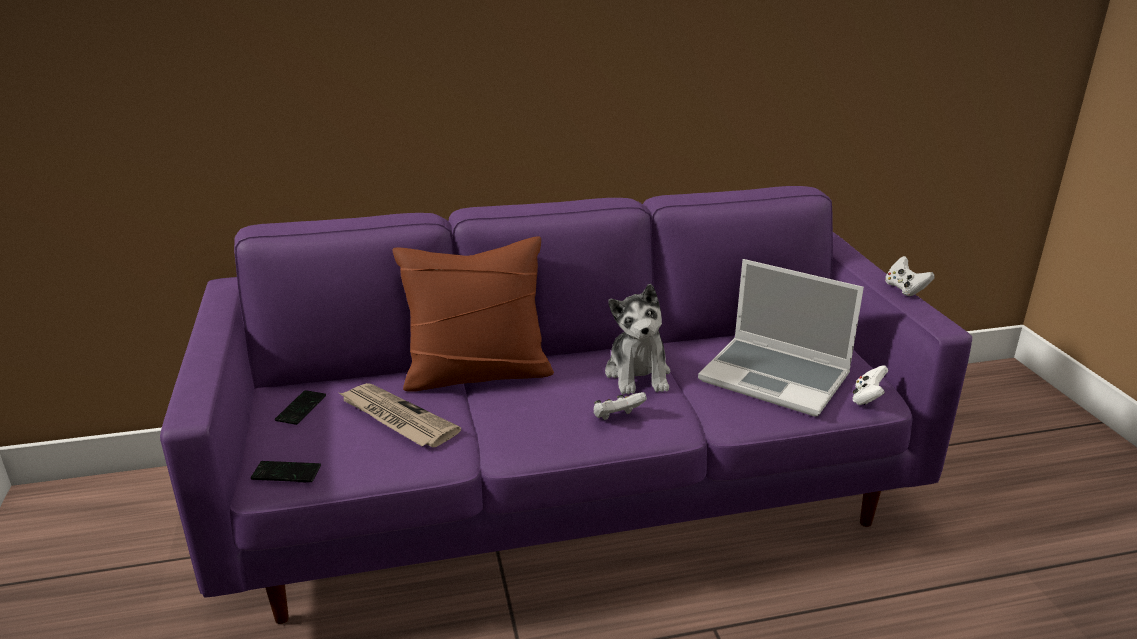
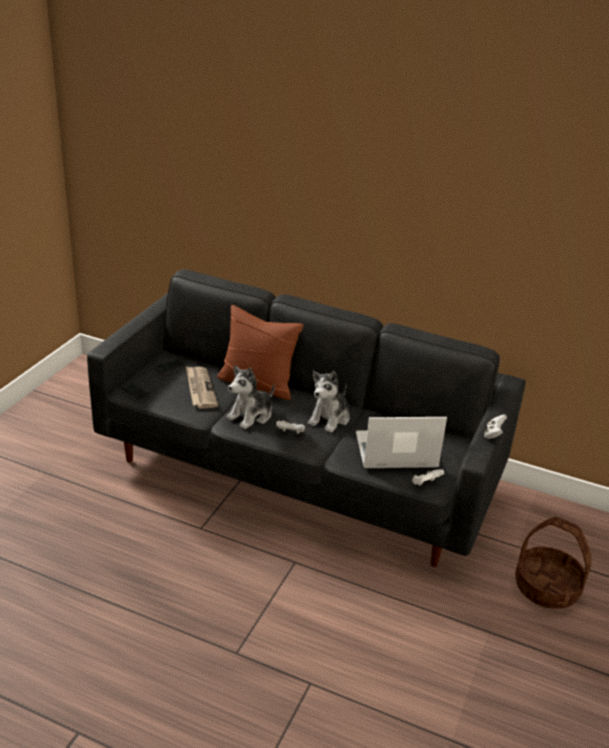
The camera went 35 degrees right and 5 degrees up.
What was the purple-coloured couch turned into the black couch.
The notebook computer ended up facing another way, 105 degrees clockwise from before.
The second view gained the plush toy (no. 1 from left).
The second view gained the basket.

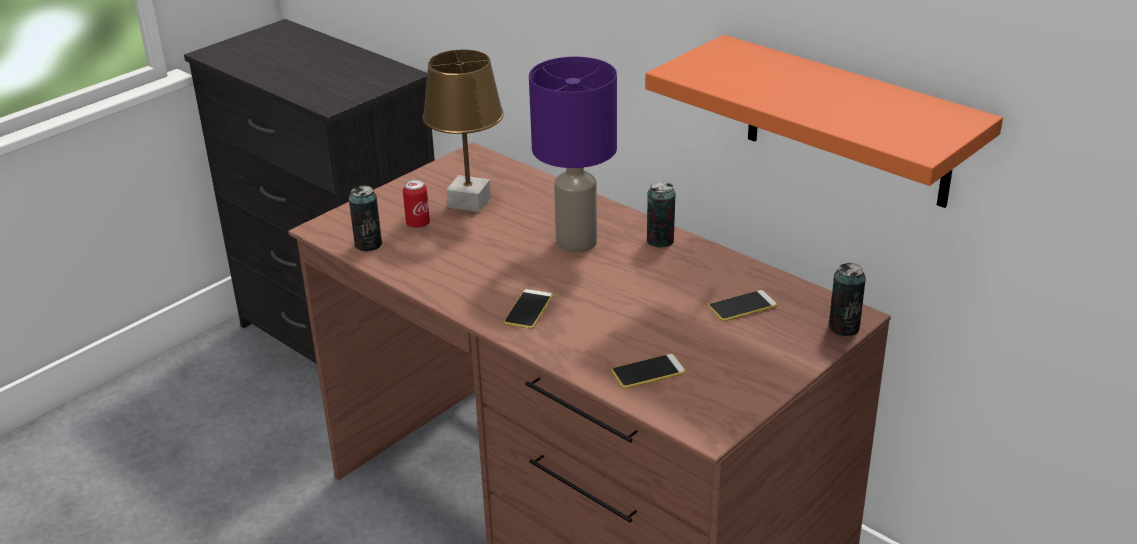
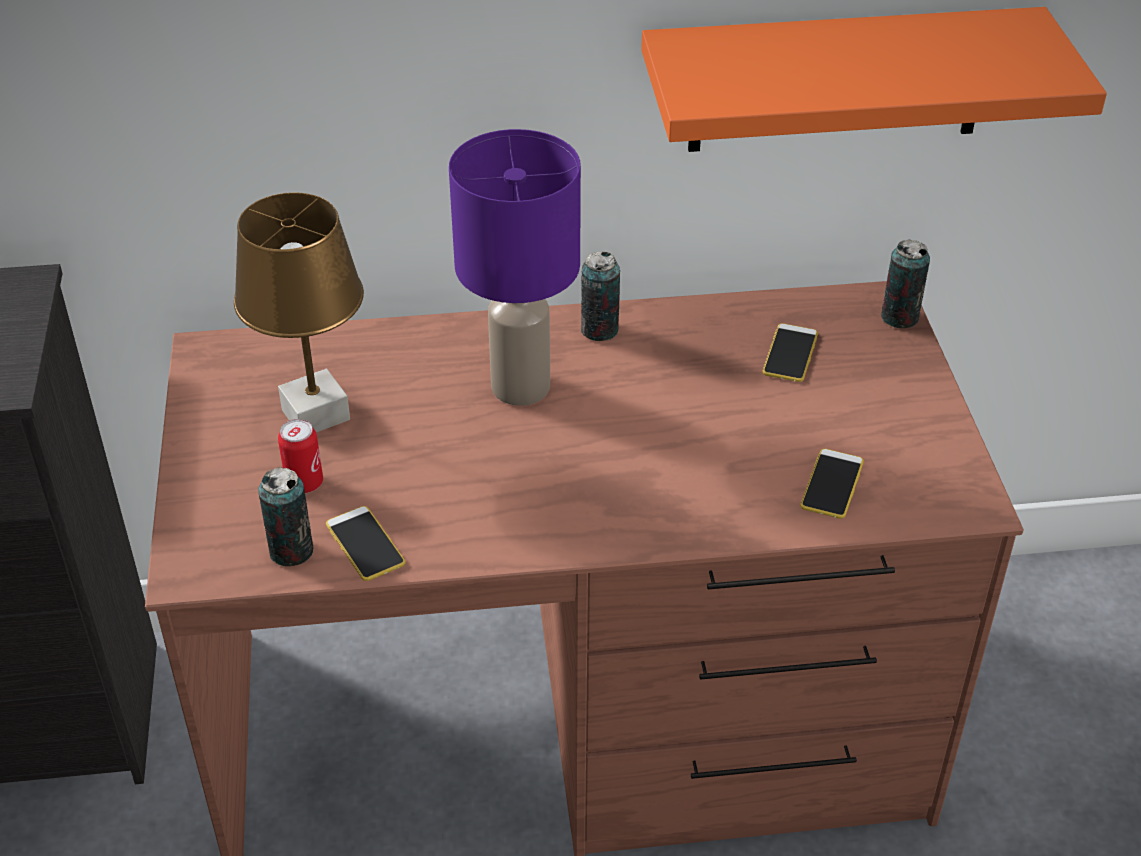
The camera went 50 degrees left and 10 degrees up.
The telephone (no. 1 from left) ended up elsewhere.

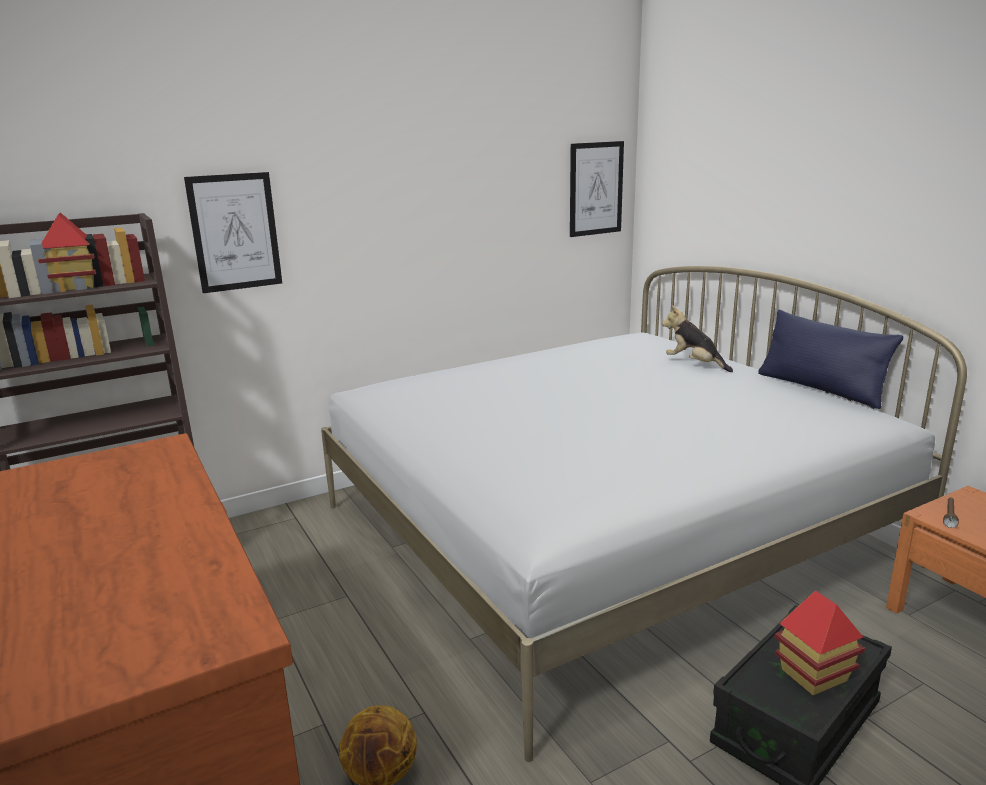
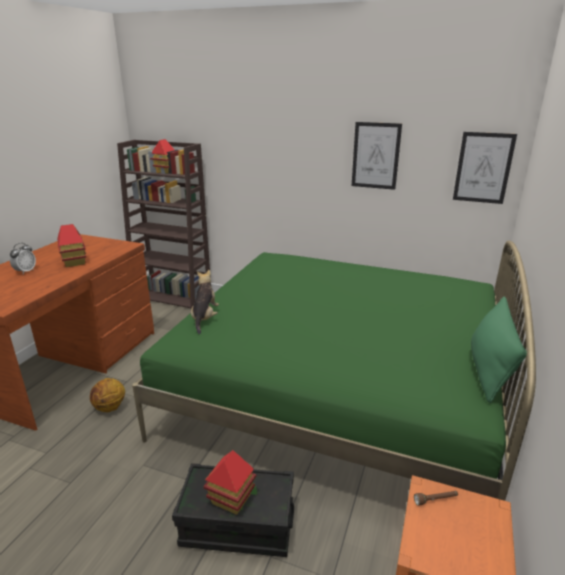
The camera went 50 degrees right and 5 degrees up.
The wall art (no. 1 from left) ended up elsewhere.
What was the white-coloured sleeping bed turned into the green sleeping bed.
The plush toy ended up elsewhere.
What was the bluish pillow turned into the green pillow.
The second view gained the model house (no. 1 from left).
The second view gained the bedside clock.

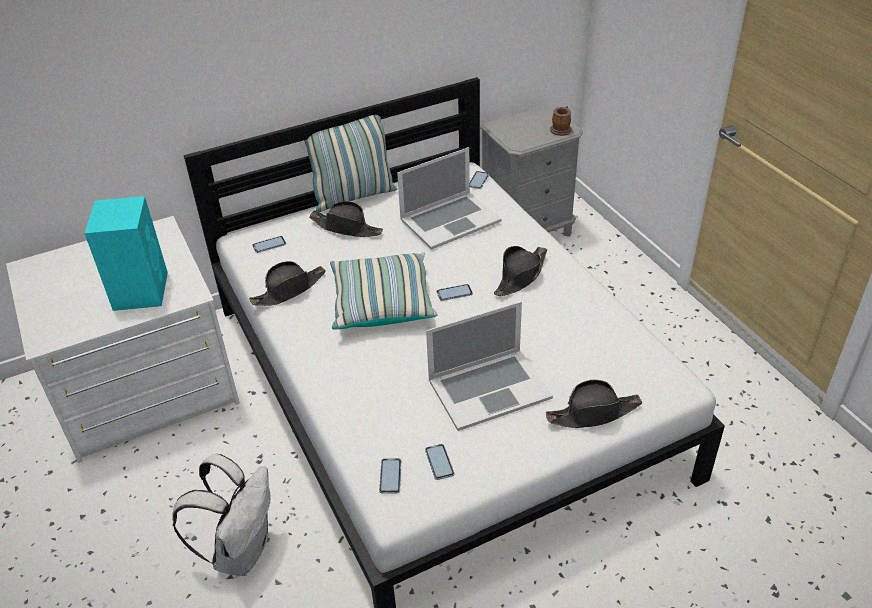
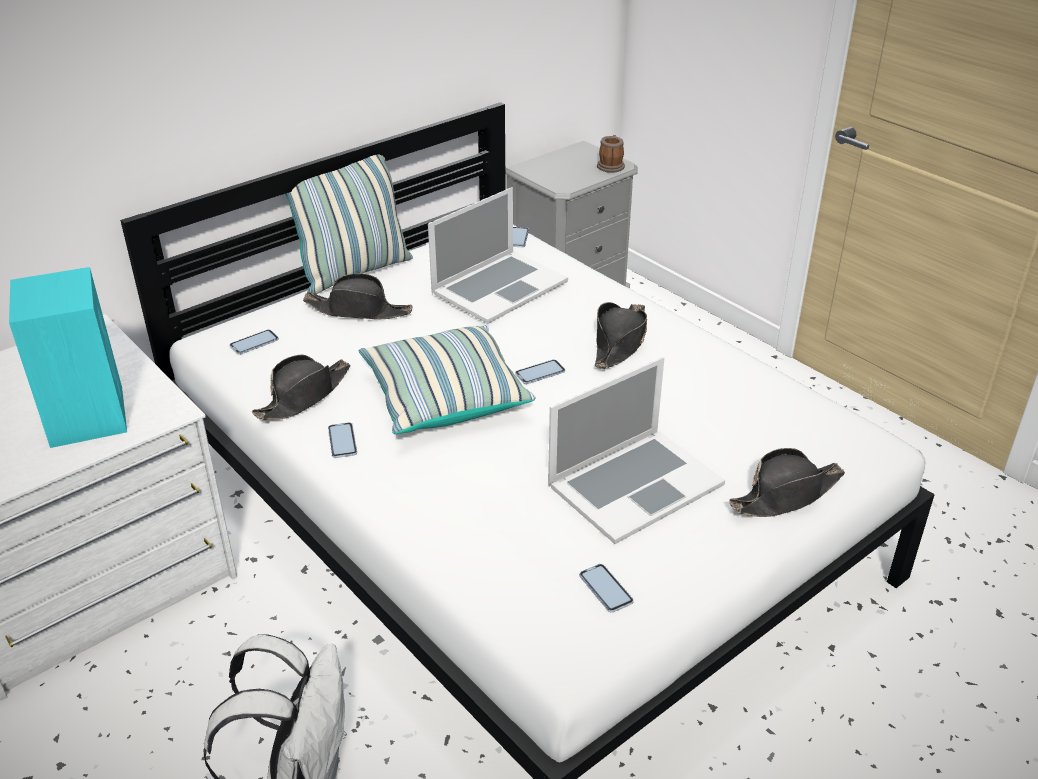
The camera went 15 degrees left and 5 degrees down.
The telephone (no. 2 from left) ended up elsewhere.

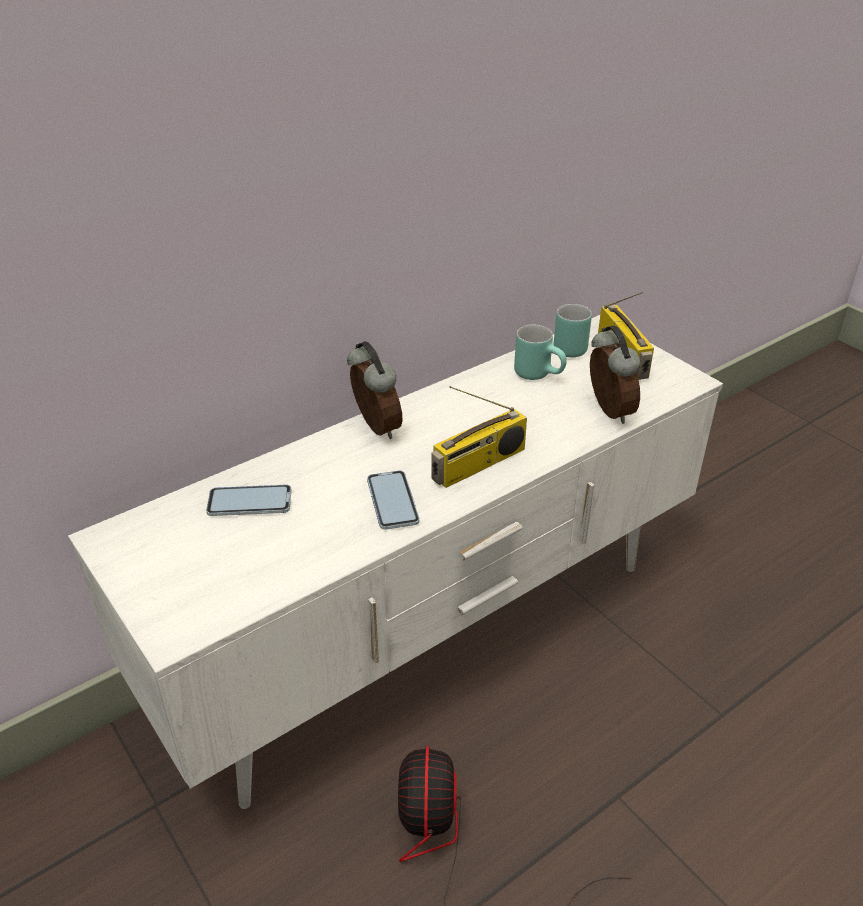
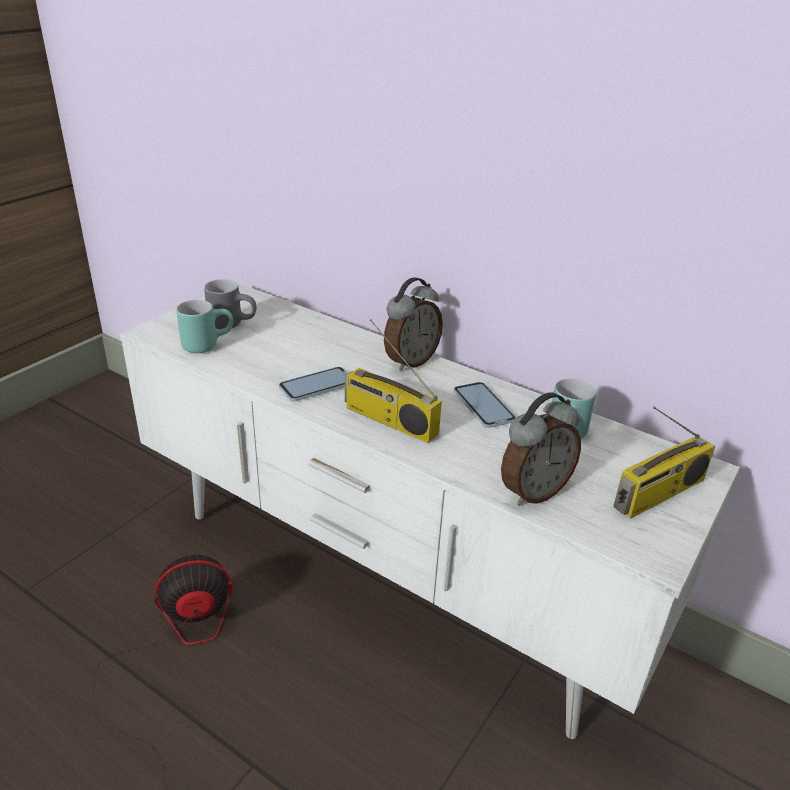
The camera went 70 degrees right and 5 degrees down.
The blue-green tea mug (no. 2 from left in the first image) ended up elsewhere.
The telephone (no. 1 from left in the first image) ended up elsewhere.
The second view gained the grey tea mug.

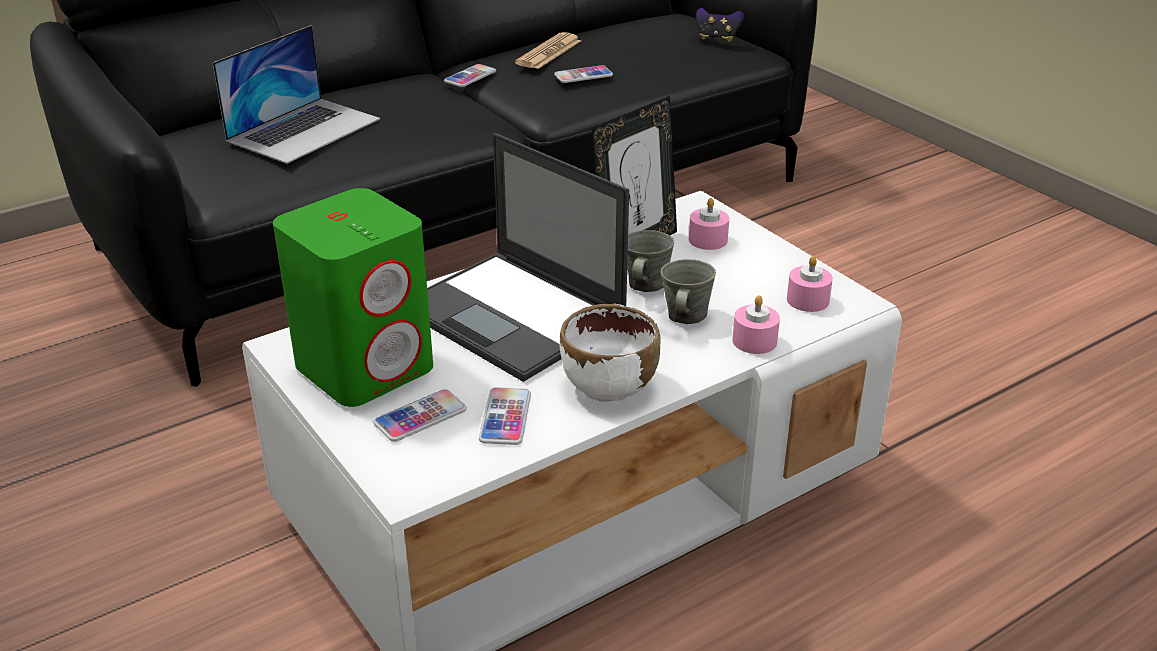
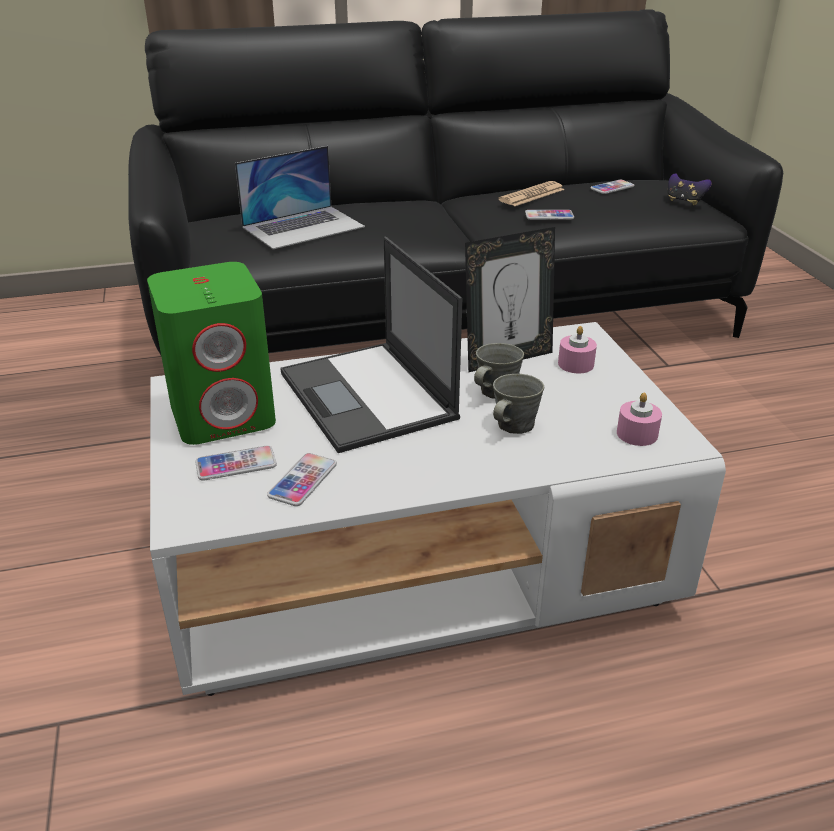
The camera went 20 degrees right and 0 degrees up.
The telephone (no. 2 from left in the first image) ended up elsewhere.
The second view lost the pink-coloured wax light (no. 2 from left).
The second view lost the white-coloured serving bowl.

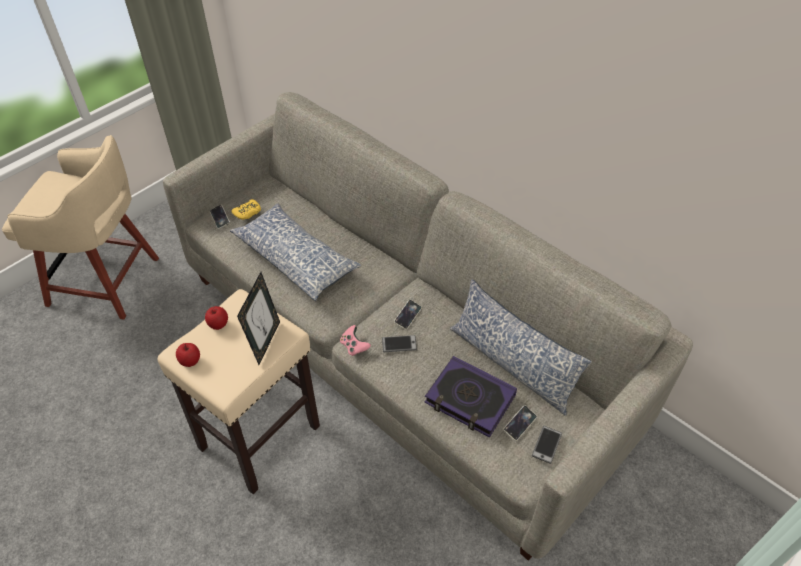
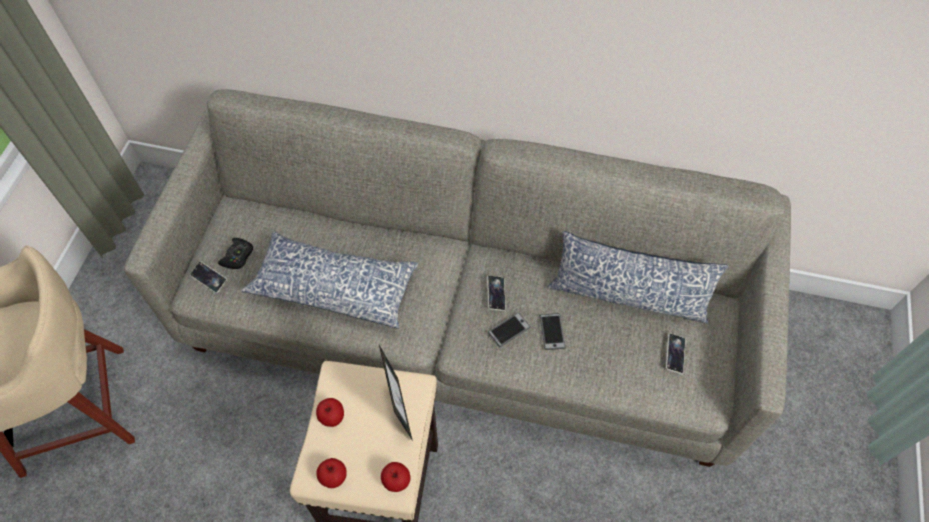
The camera went 30 degrees left and 10 degrees up.
What was the yellow gamepad turned into the black gamepad.
The second view lost the pink-coloured gamepad.
The second view lost the bound book.
The telephone (no. 5 from left in the first image) ended up elsewhere.
The second view gained the apple fruit (no. 3 from left).

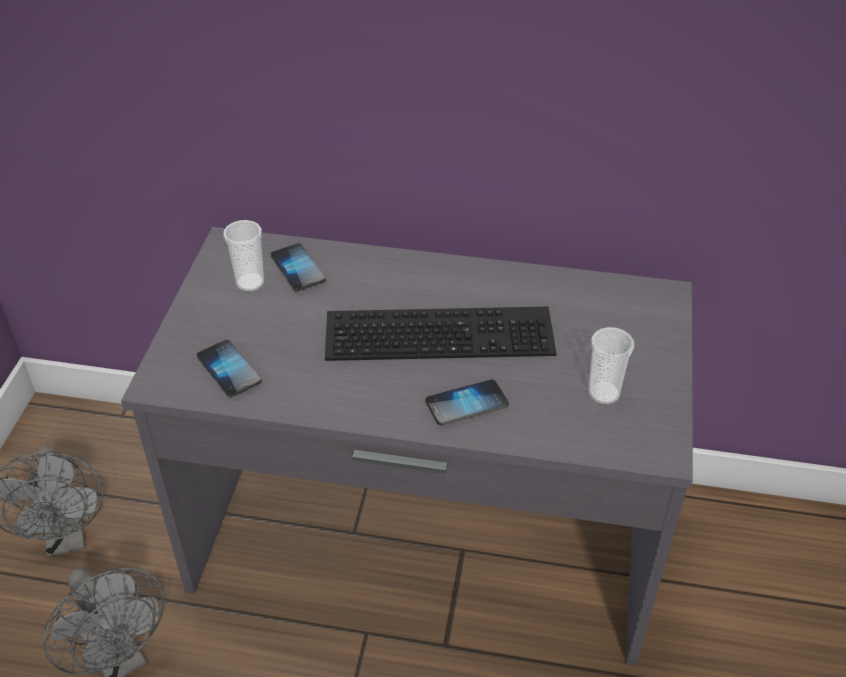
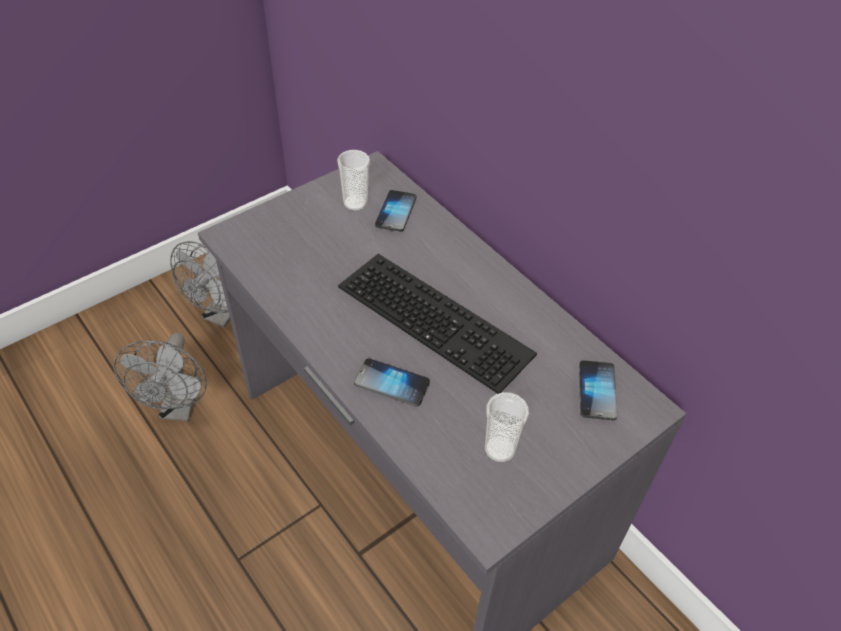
The camera went 40 degrees right and 5 degrees up.
The telephone (no. 1 from left in the first image) ended up elsewhere.

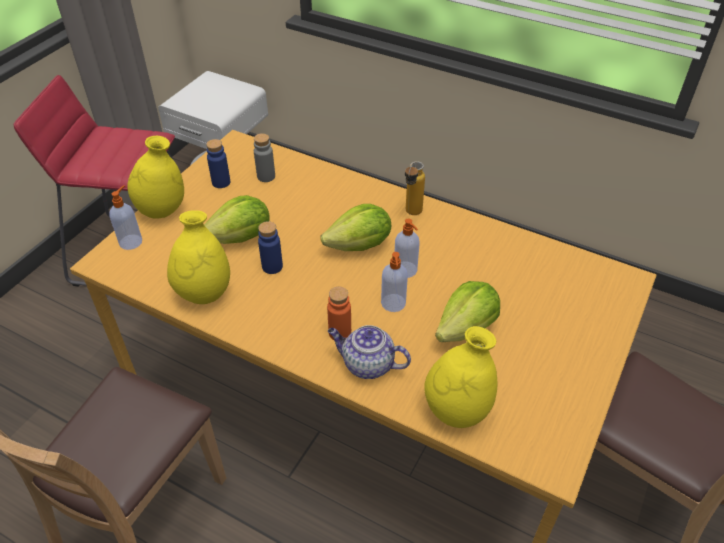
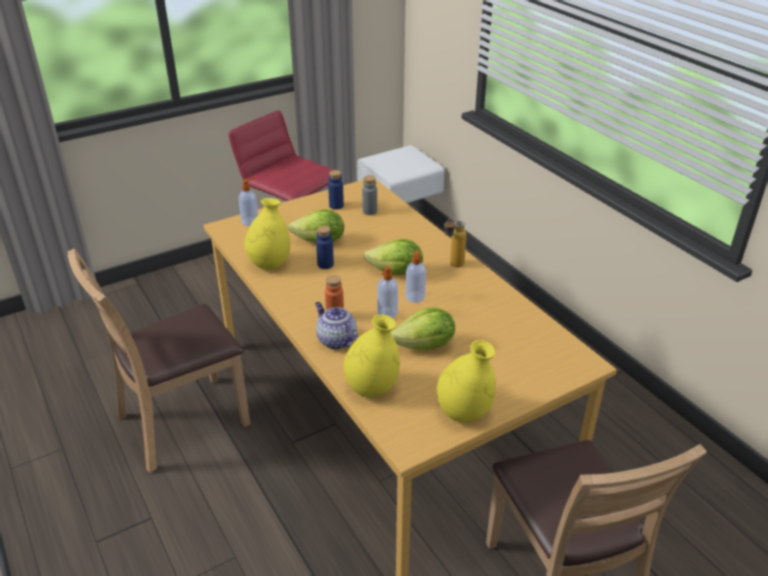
The camera went 30 degrees right and 10 degrees down.
The yellow decorative vase (no. 1 from left in the first image) ended up elsewhere.

